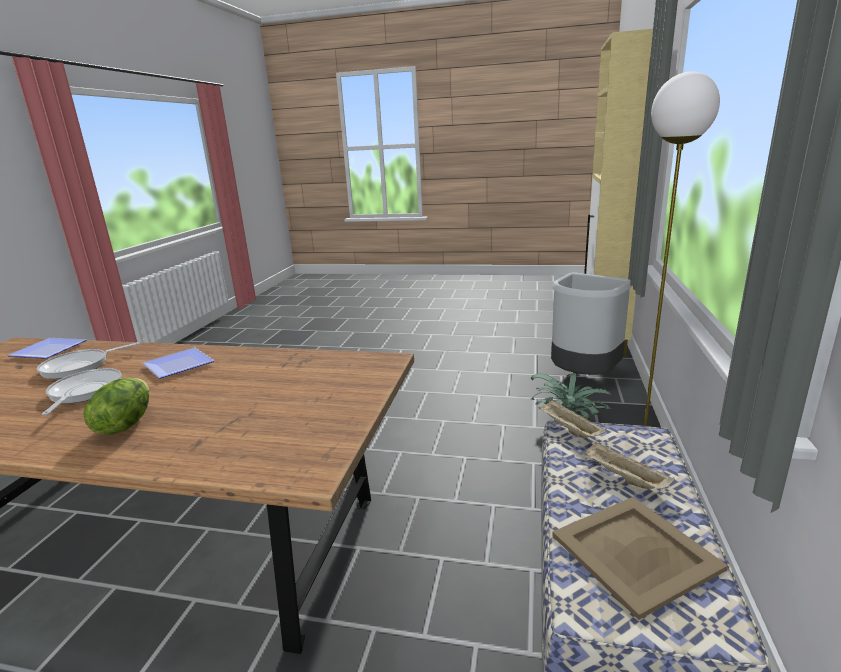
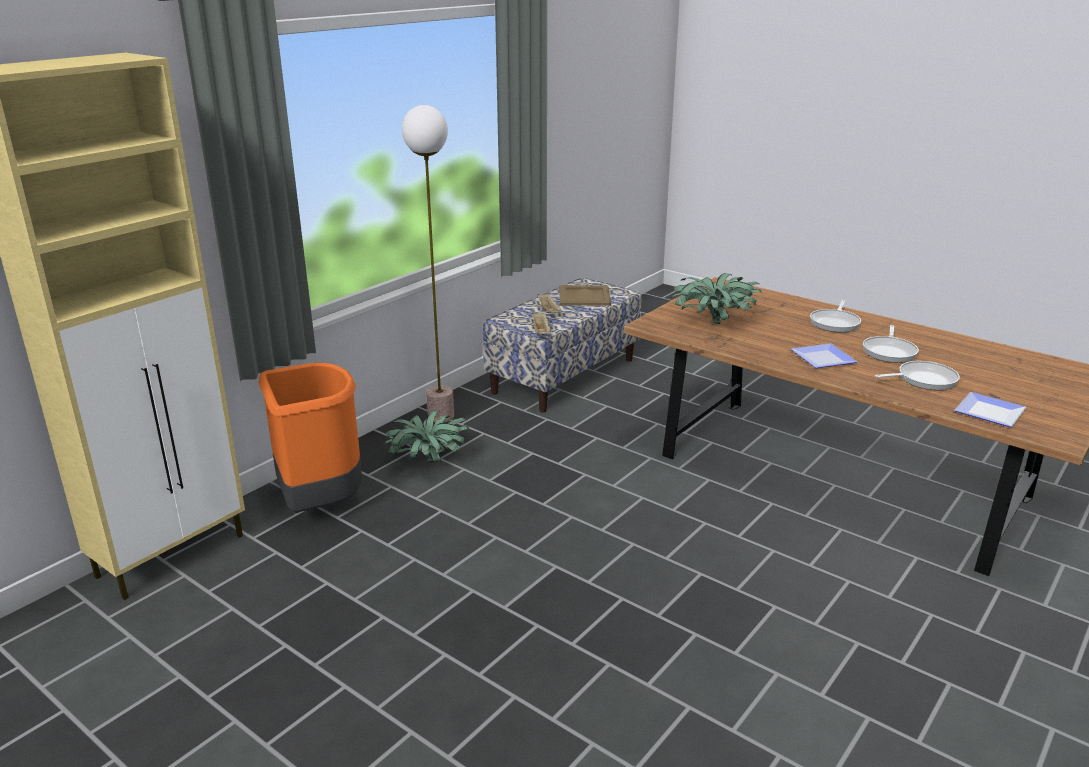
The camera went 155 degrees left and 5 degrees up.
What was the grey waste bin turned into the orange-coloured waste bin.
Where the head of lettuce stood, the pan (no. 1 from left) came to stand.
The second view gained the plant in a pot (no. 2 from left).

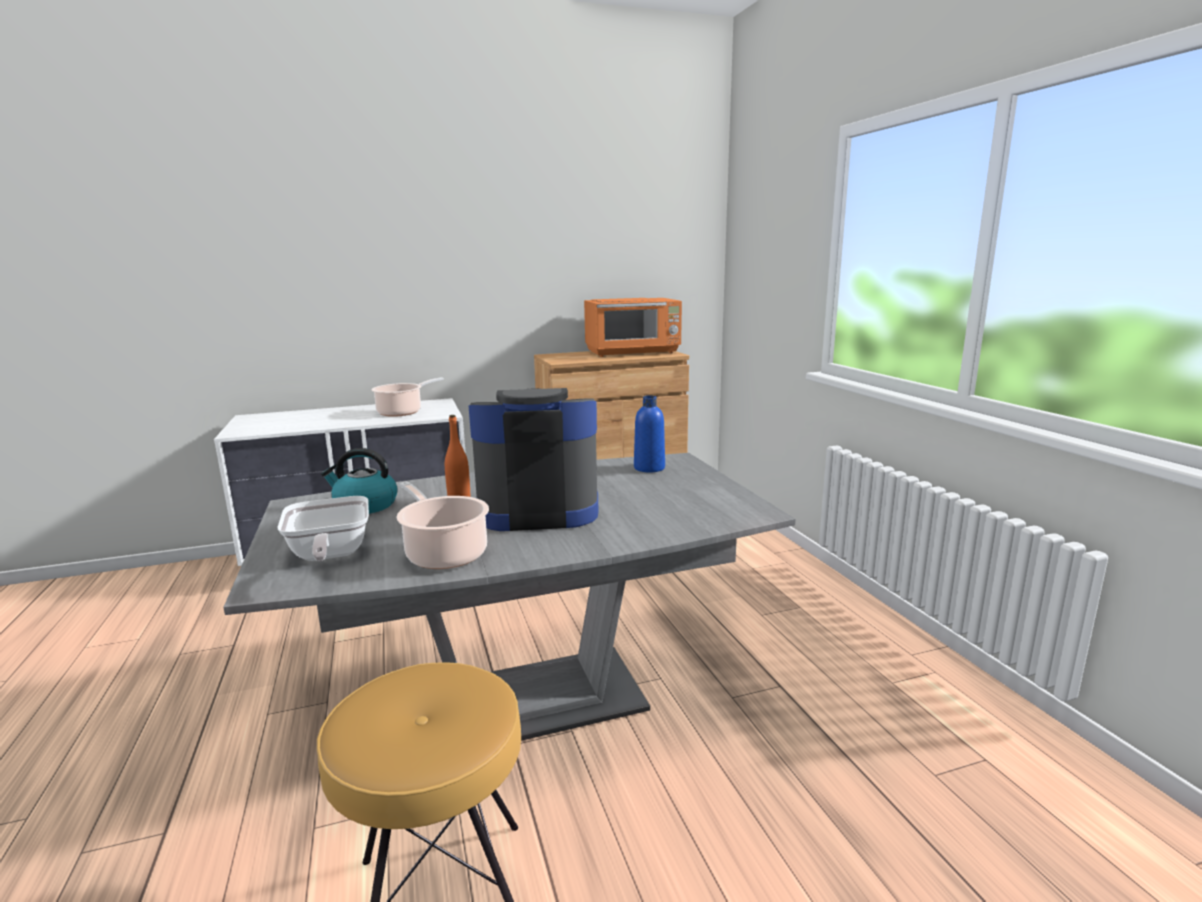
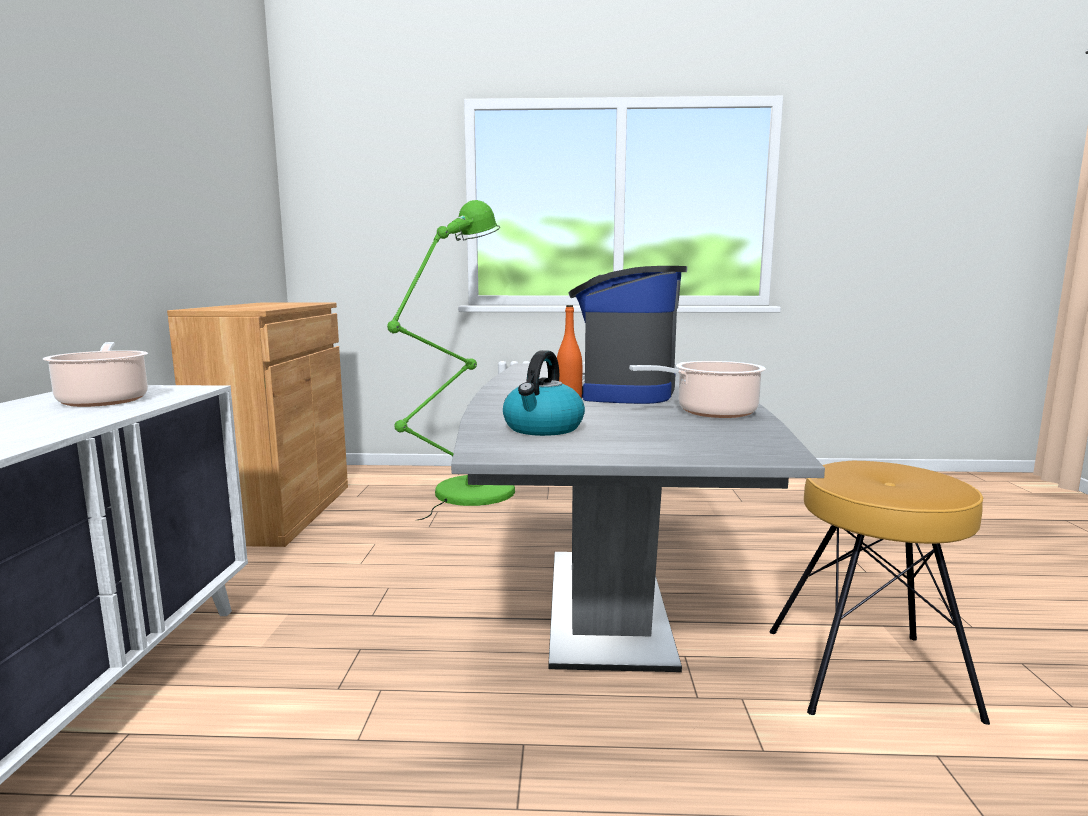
The camera went 70 degrees left and 5 degrees down.
The second view lost the orange-coloured microwave.
The second view lost the bluish beverage bottle.
The second view lost the pan.
The second view gained the green standing lamp.

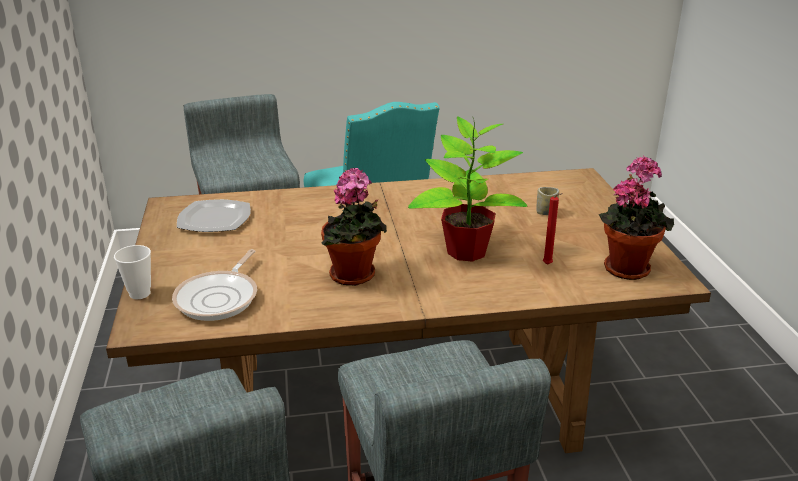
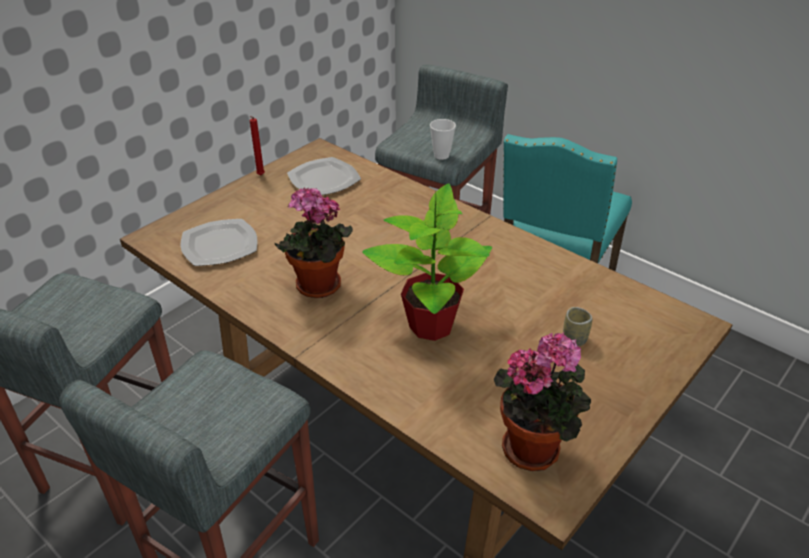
The camera went 50 degrees right and 10 degrees up.
The red-coloured wax light ended up elsewhere.
The drinking cup (no. 1 from left) ended up elsewhere.
Where the pan stood, the dinner plate (no. 1 from left) came to stand.

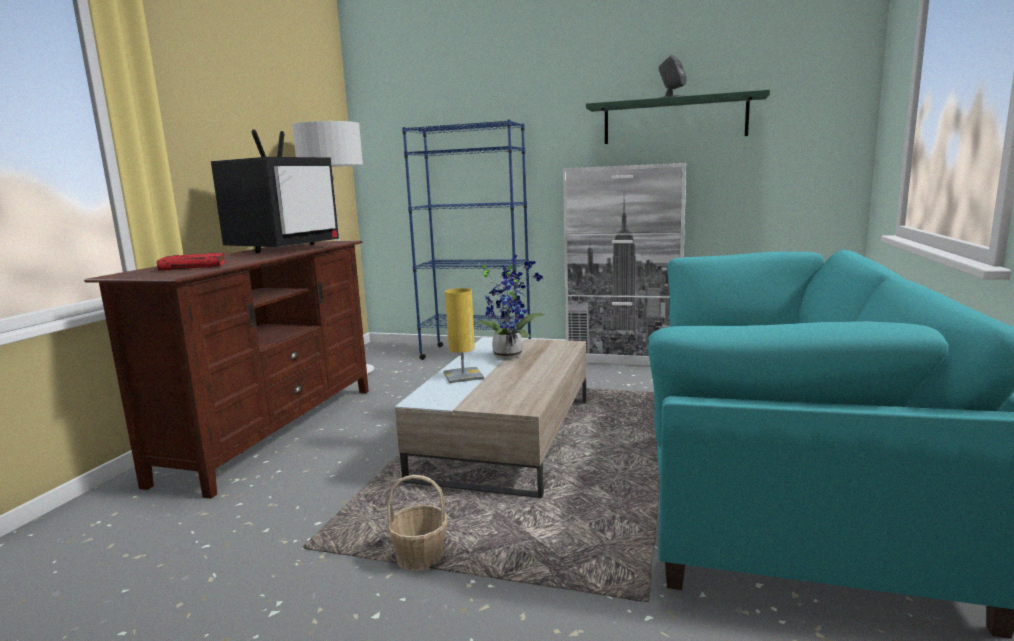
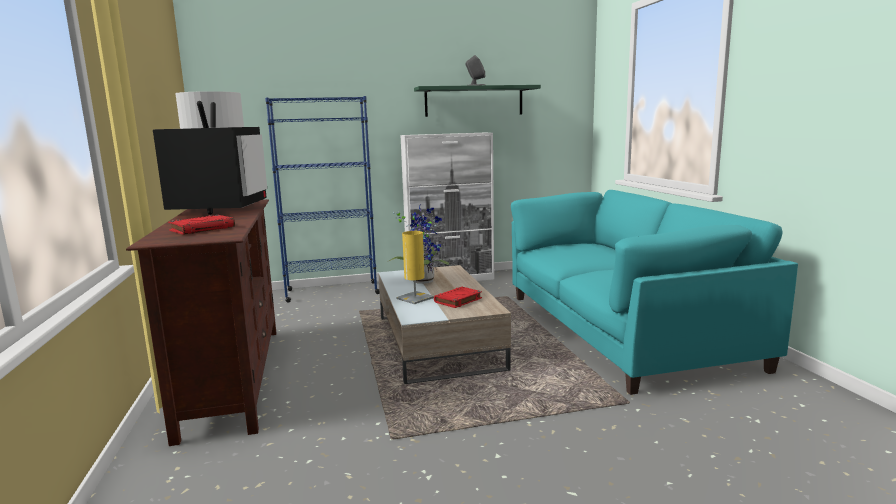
The camera went 30 degrees left and 0 degrees up.
The second view lost the basket.
The second view gained the red-coloured bound book (no. 2 from left).

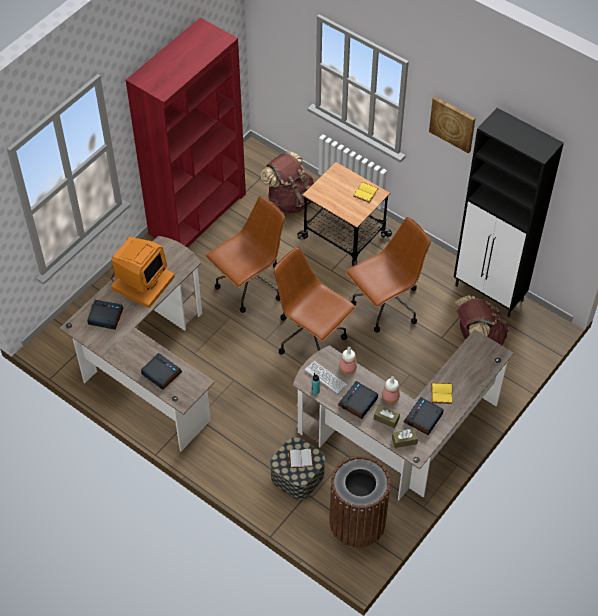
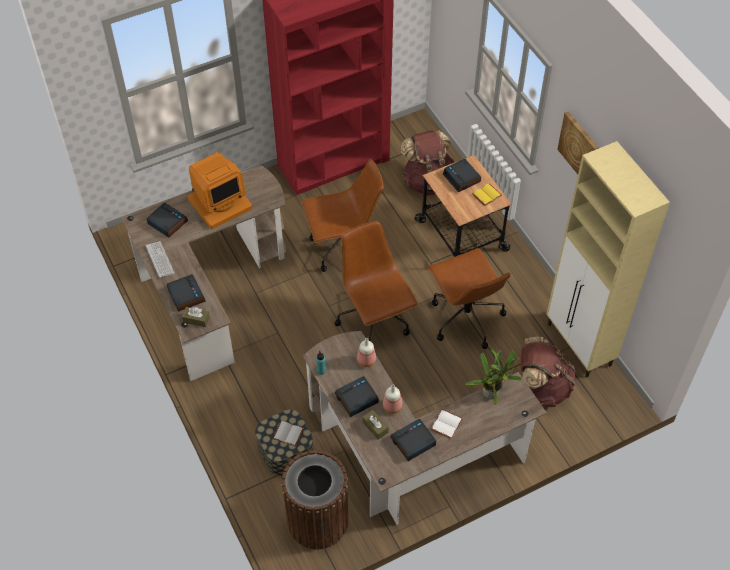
The camera went 25 degrees right and 0 degrees up.
What was the black cabinet turned into the beige-coloured cabinet.
The brownish desk chair (no. 3 from left) ended up facing another way, 75 degrees clockwise from before.
The PC keyboard ended up elsewhere.
What was the yellow bound book (no. 2 from left) turned into the white-coloured bound book (no. 2 from left).
The brownish box of tissues (no. 2 from left in the first image) ended up elsewhere.
The second view gained the bedside clock (no. 5 from left).
The second view gained the plant in a pot.

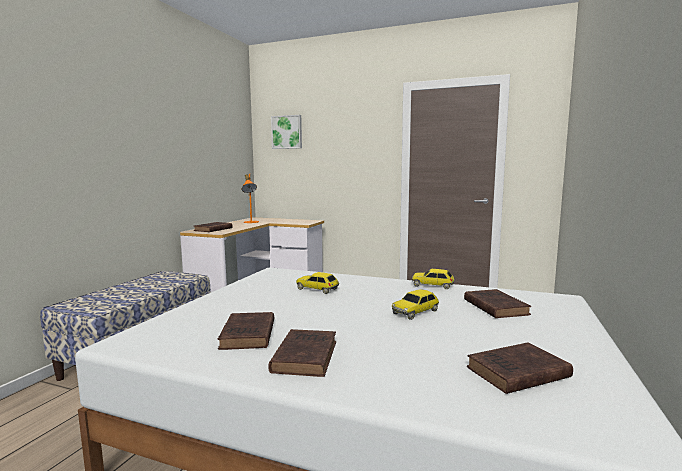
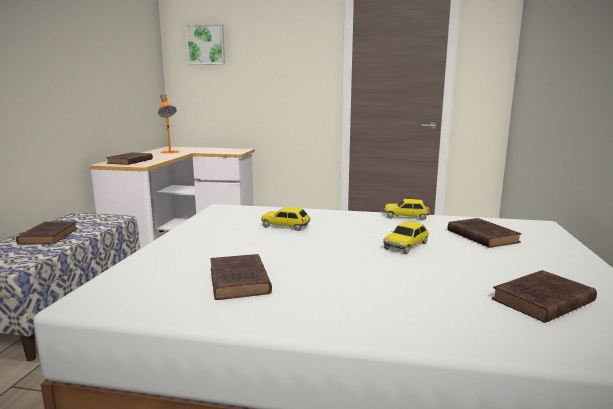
The camera went 10 degrees left and 5 degrees up.
The brownish bound book (no. 3 from left in the first image) ended up elsewhere.

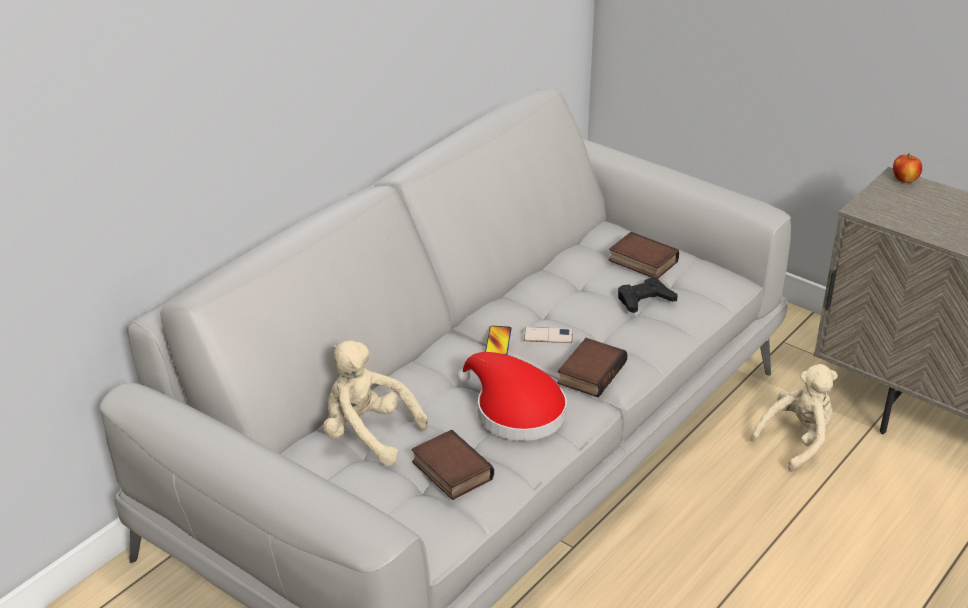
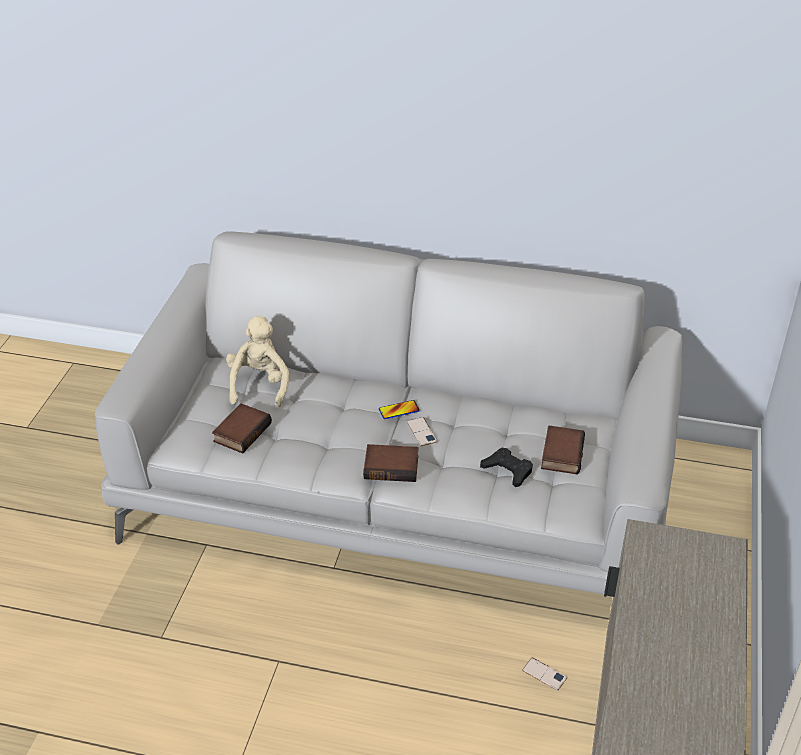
The camera went 65 degrees right and 5 degrees up.
The second view lost the apple fruit.
The second view lost the red-coloured hat.
Where the beige-coloured plush toy (no. 2 from left) stood, the telephone (no. 3 from left) came to stand.

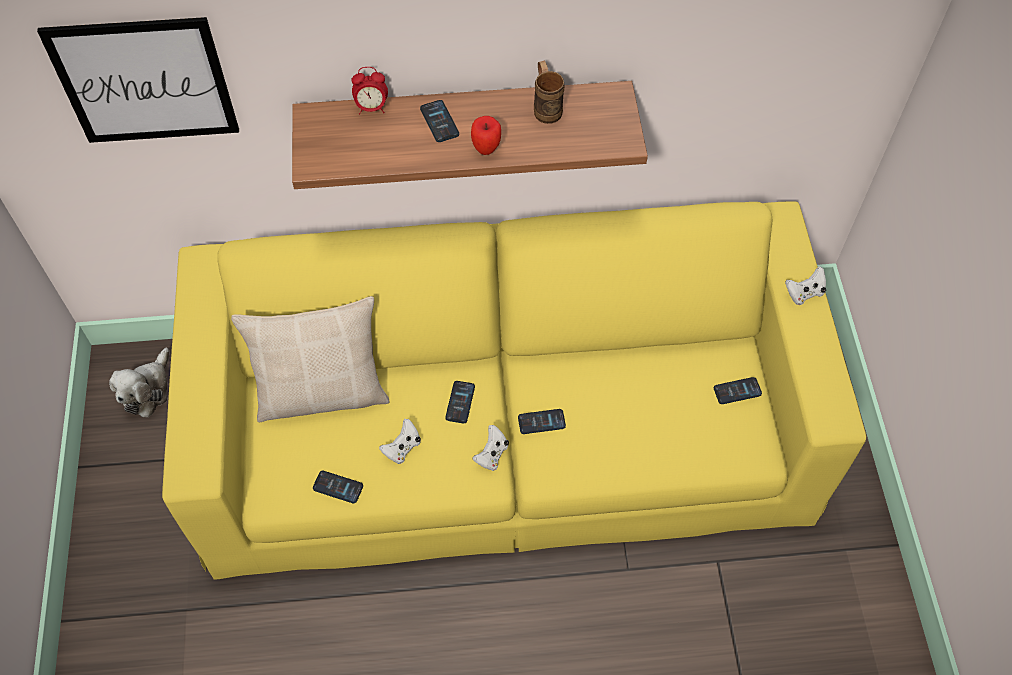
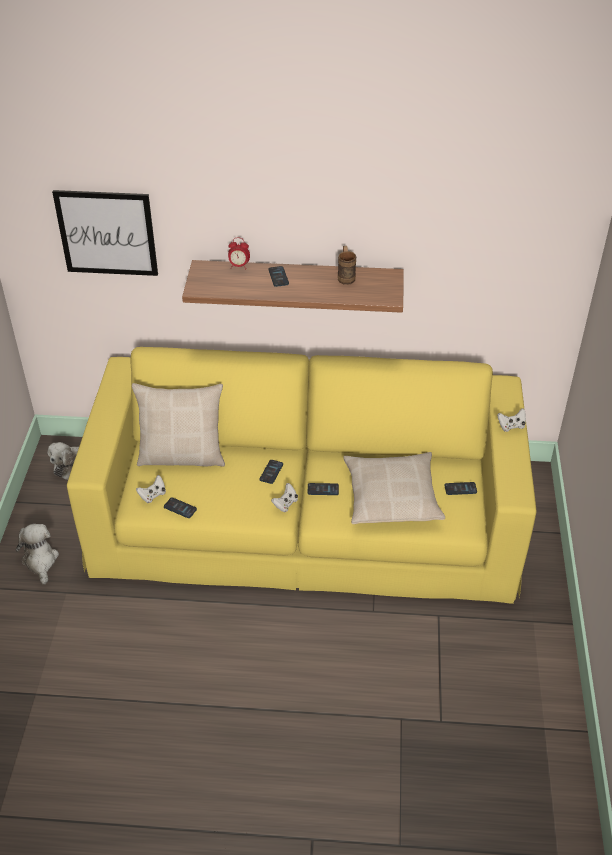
The camera went 10 degrees right and 15 degrees down.
The second view lost the apple fruit.
The white-coloured gamepad (no. 1 from left) ended up elsewhere.
The second view gained the beige-coloured pillow (no. 2 from left).
The second view gained the plush toy (no. 1 from left).

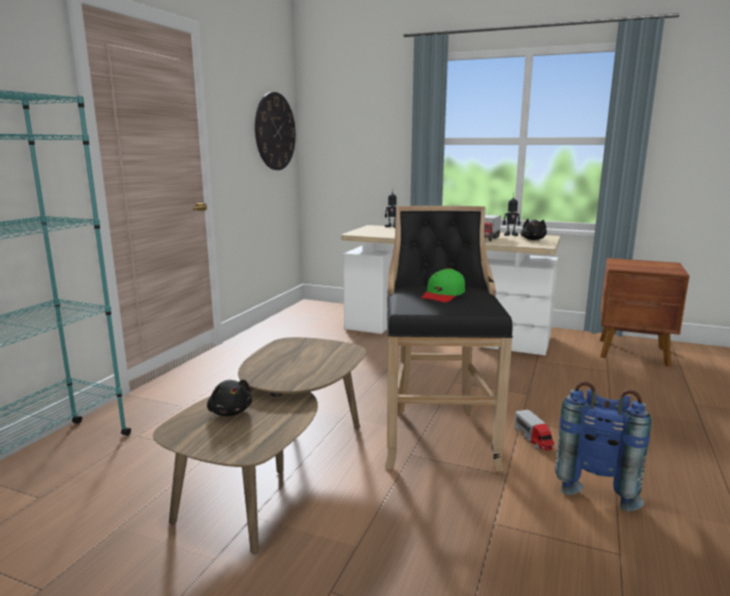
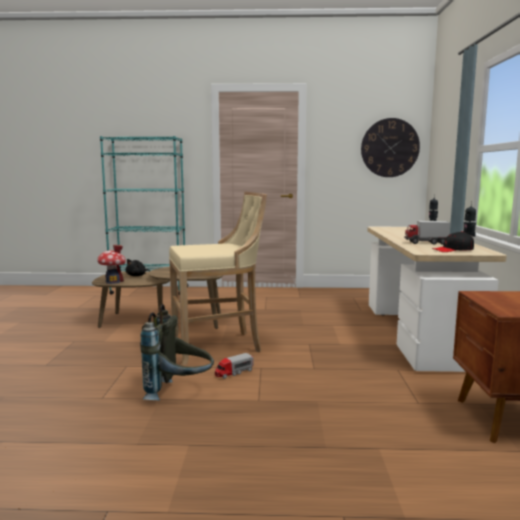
The camera went 70 degrees right and 5 degrees down.
What was the black stool seat turned into the beige-coloured stool seat.
Where the black plush toy (no. 2 from left) stood, the black cap came to stand.
The second view lost the green cap.
What was the bluish backpack turned into the grey backpack.
The second view gained the model house.

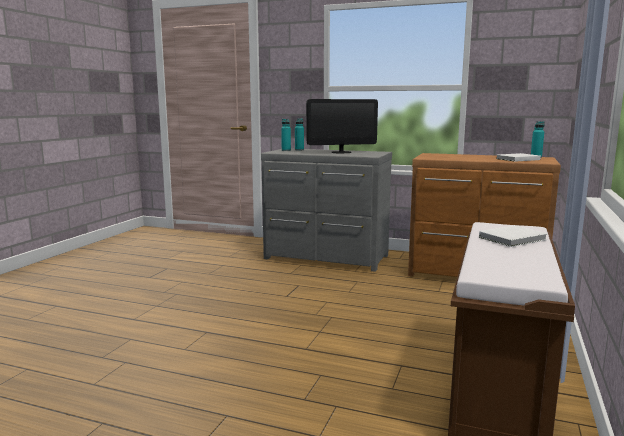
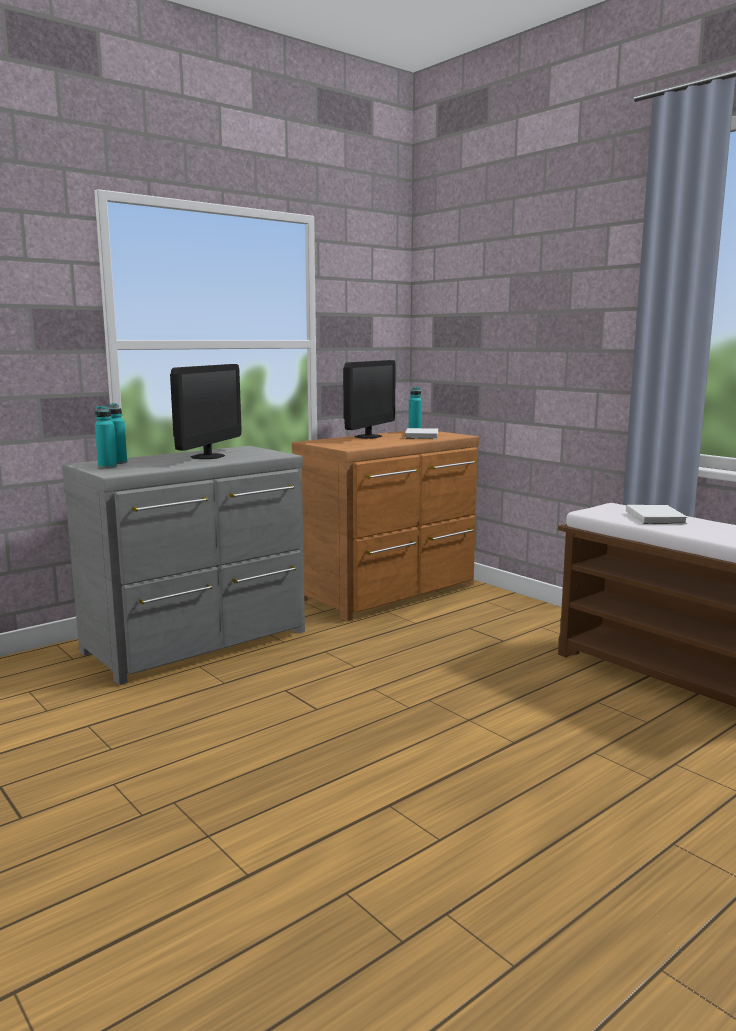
The camera went 60 degrees left and 0 degrees up.
The second view gained the computer screen (no. 2 from left).

